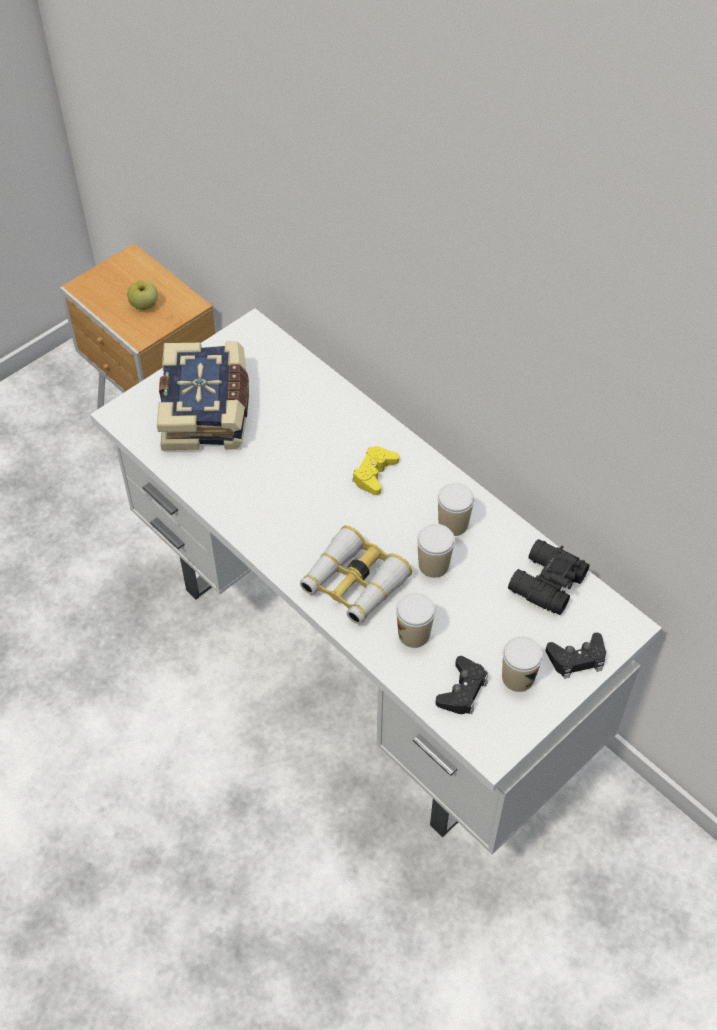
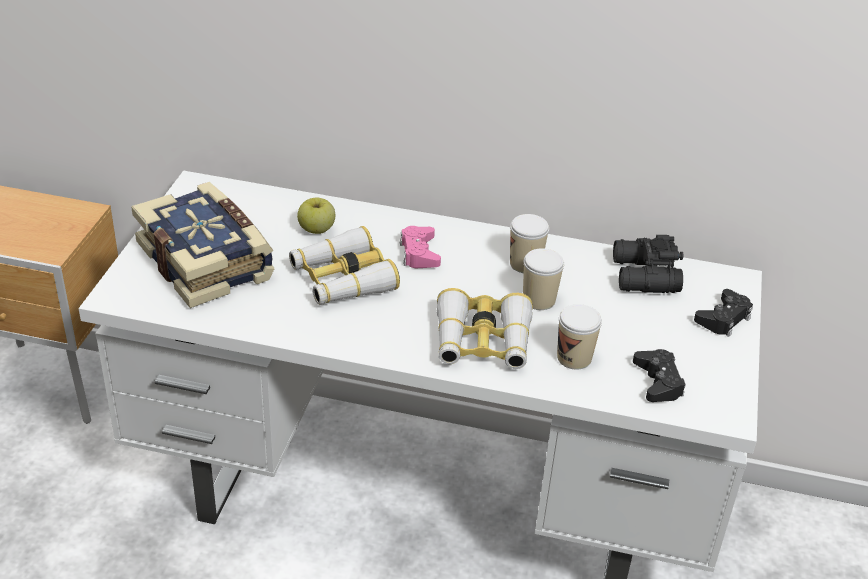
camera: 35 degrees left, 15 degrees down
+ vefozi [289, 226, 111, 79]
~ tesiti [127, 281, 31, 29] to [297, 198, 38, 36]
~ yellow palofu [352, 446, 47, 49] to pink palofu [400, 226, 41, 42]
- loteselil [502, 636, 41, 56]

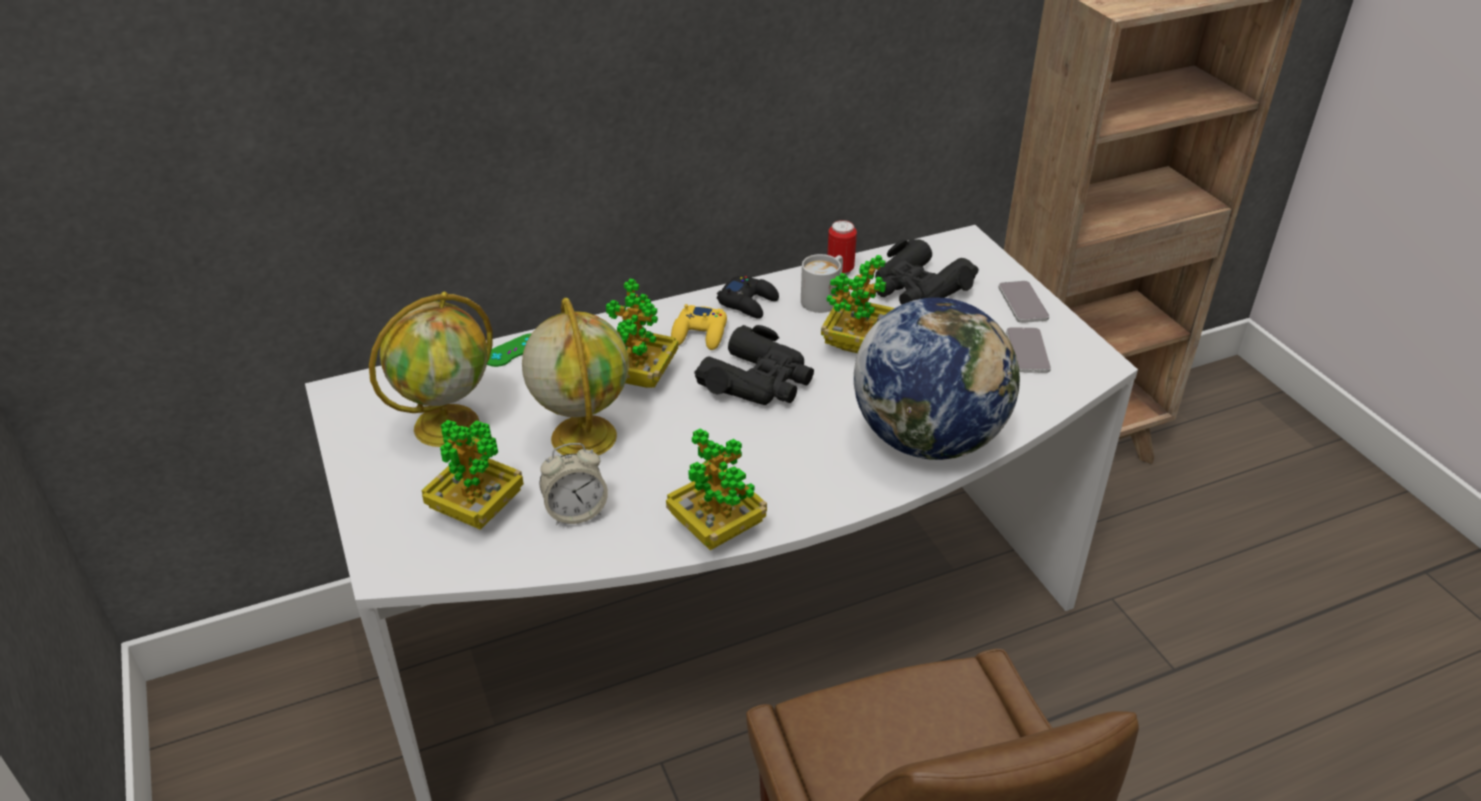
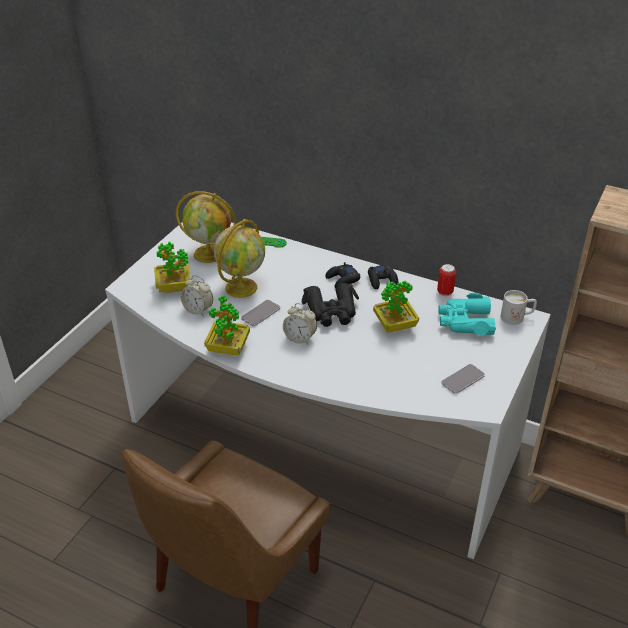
camera: 50 degrees right, 0 degrees up
~ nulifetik [998, 281, 51, 42] to [241, 300, 39, 26]
+ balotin [283, 303, 34, 42]
~ yellow palofu [671, 304, 56, 46] to black palofu [325, 262, 36, 27]
~ black vefozi [875, 239, 104, 66] to turquoise vefozi [438, 293, 58, 43]
~ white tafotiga [801, 254, 42, 59] to [501, 290, 36, 35]
- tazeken [606, 279, 72, 109]
- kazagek [854, 297, 166, 163]

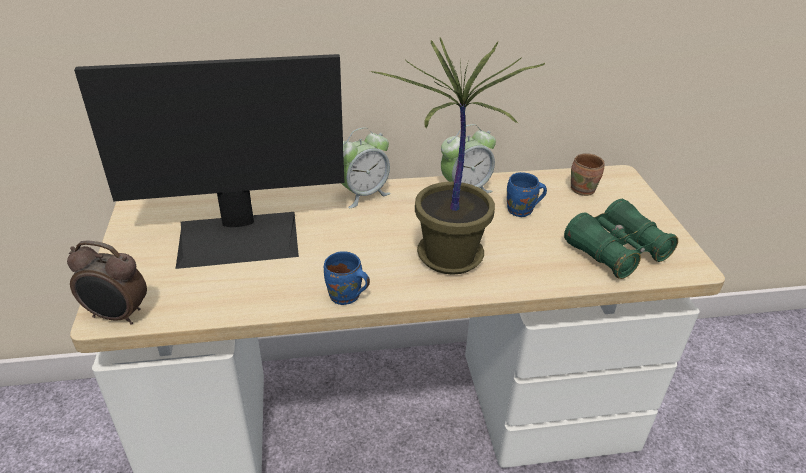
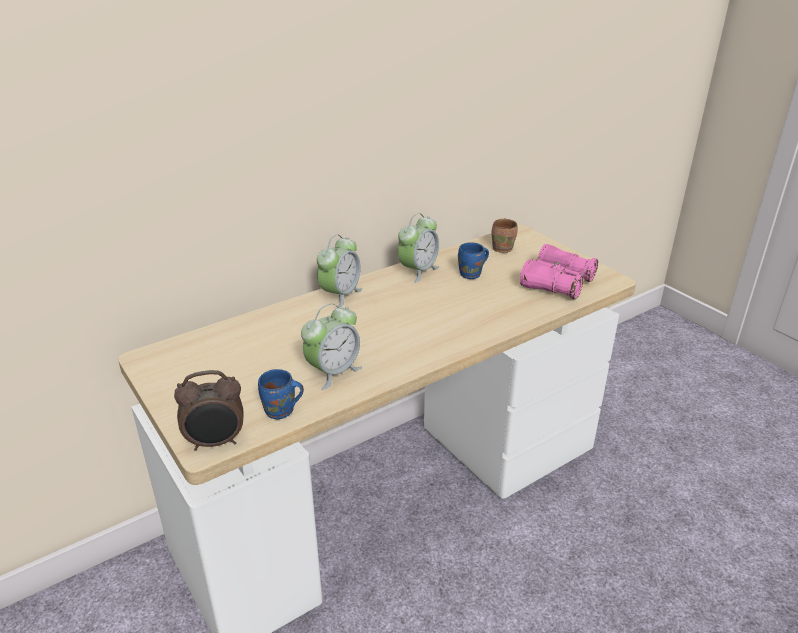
camera: 25 degrees left, 5 degrees down
~ blue tafotiga [324, 251, 46, 54] to [258, 369, 46, 50]
+ balotin [301, 303, 61, 87]
~ green vefozi [564, 199, 114, 80] to pink vefozi [520, 244, 78, 55]
- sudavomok [74, 54, 271, 215]
- tazeken [370, 37, 175, 238]

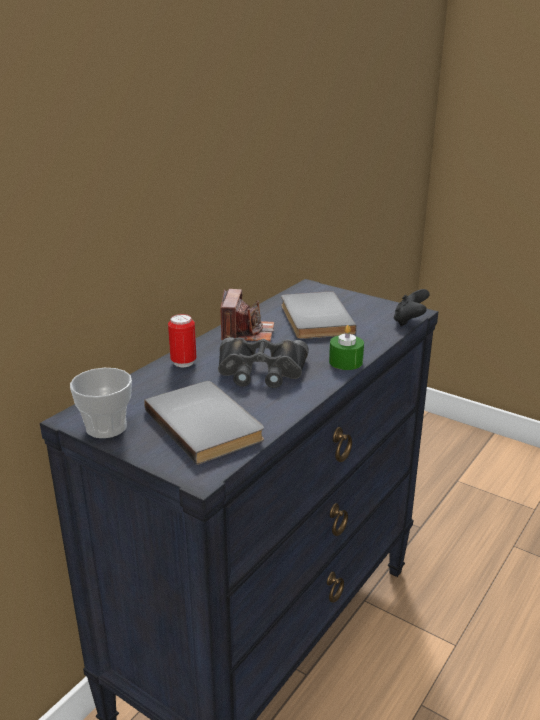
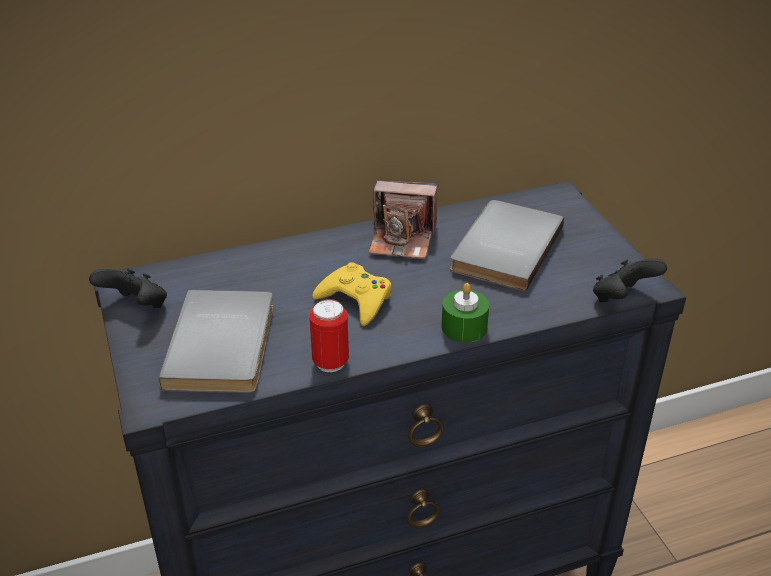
camera: 35 degrees right, 10 degrees up
~ loteselil [70, 368, 62, 70] to black palofu [89, 269, 78, 39]
~ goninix [168, 314, 28, 53] to [309, 299, 40, 73]
~ black vefozi [218, 337, 91, 51] to yellow palofu [312, 262, 79, 64]
~ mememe [221, 289, 53, 52] = [368, 181, 69, 78] 60 degrees clockwise

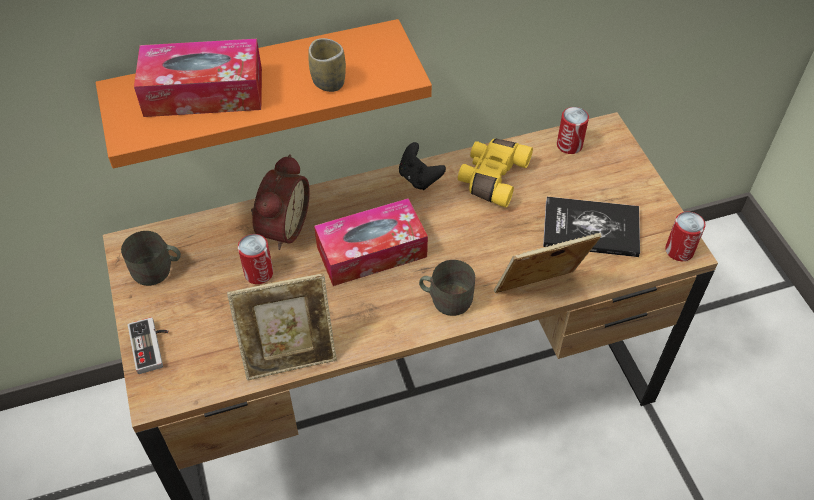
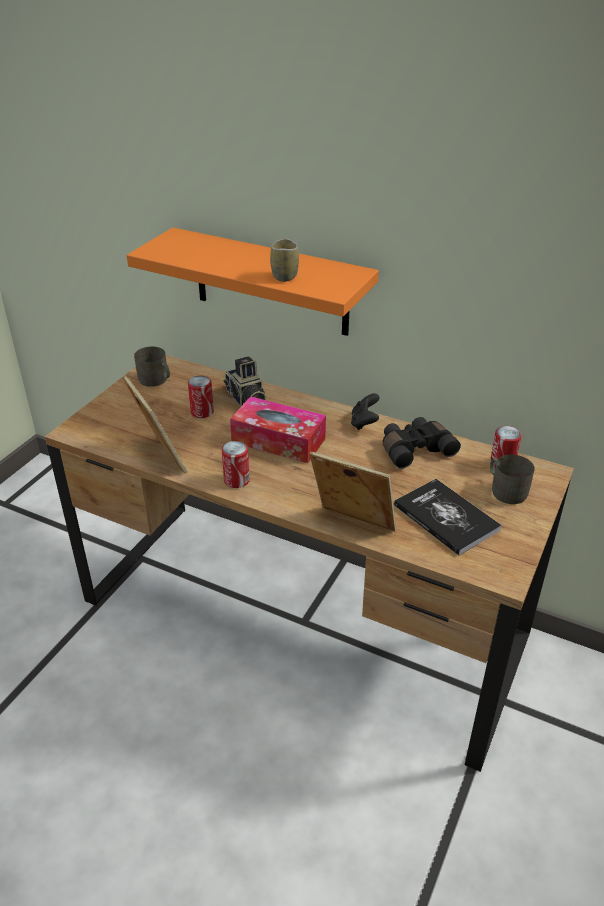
camera: 45 degrees right, 15 degrees down
~ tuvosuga [227, 273, 110, 107] = [123, 376, 64, 98] 150 degrees counterclockwise
~ goninix [665, 211, 40, 50] to [222, 441, 28, 47]
~ balotin [251, 154, 59, 96] to mememe [224, 356, 43, 50]
~ yellow vefozi [458, 139, 75, 69] to black vefozi [383, 417, 78, 52]
~ grey tafotiga [419, 260, 56, 56] to [490, 455, 45, 49]
- palofu [128, 317, 40, 57]
- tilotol [134, 39, 128, 78]

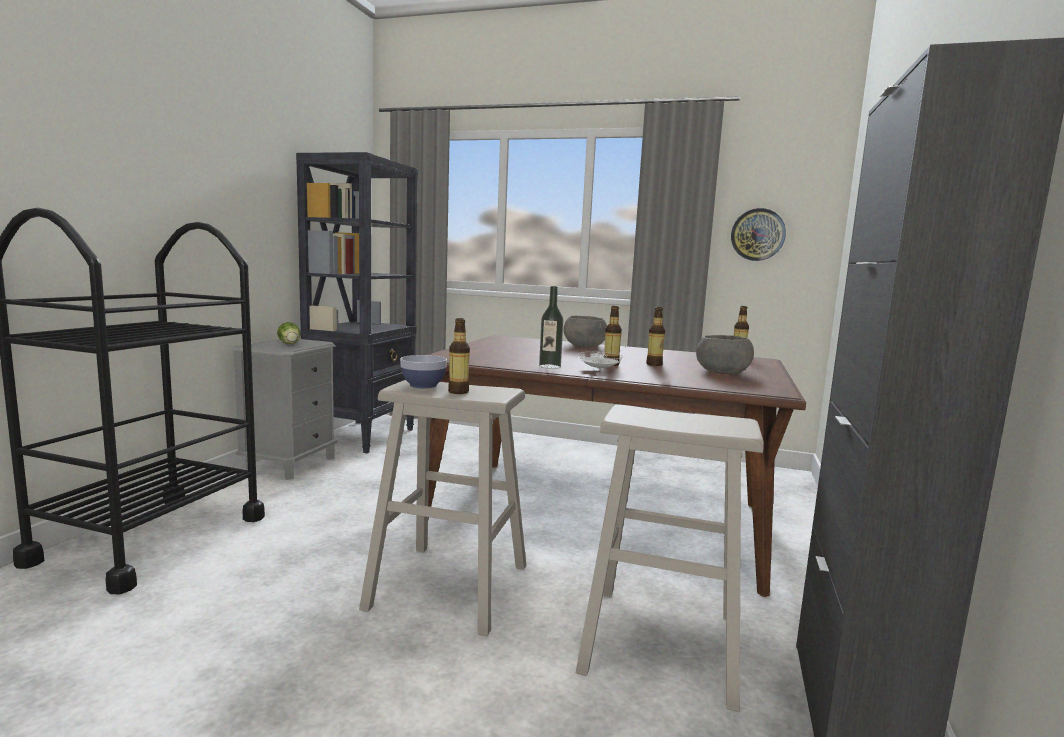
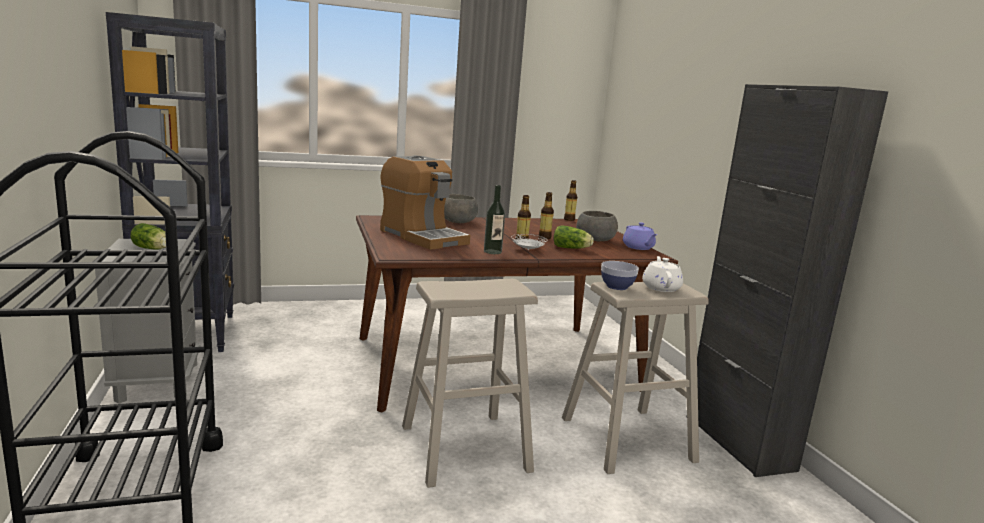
camera: 35 degrees left, 5 degrees up
+ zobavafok [380, 155, 90, 95]
+ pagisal [554, 225, 40, 24]
~ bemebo [400, 355, 47, 33] to [601, 261, 38, 29]
+ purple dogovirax [623, 222, 34, 28]
+ white dogovirax [642, 256, 41, 36]
- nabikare [448, 318, 22, 76]
- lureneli [731, 208, 55, 53]

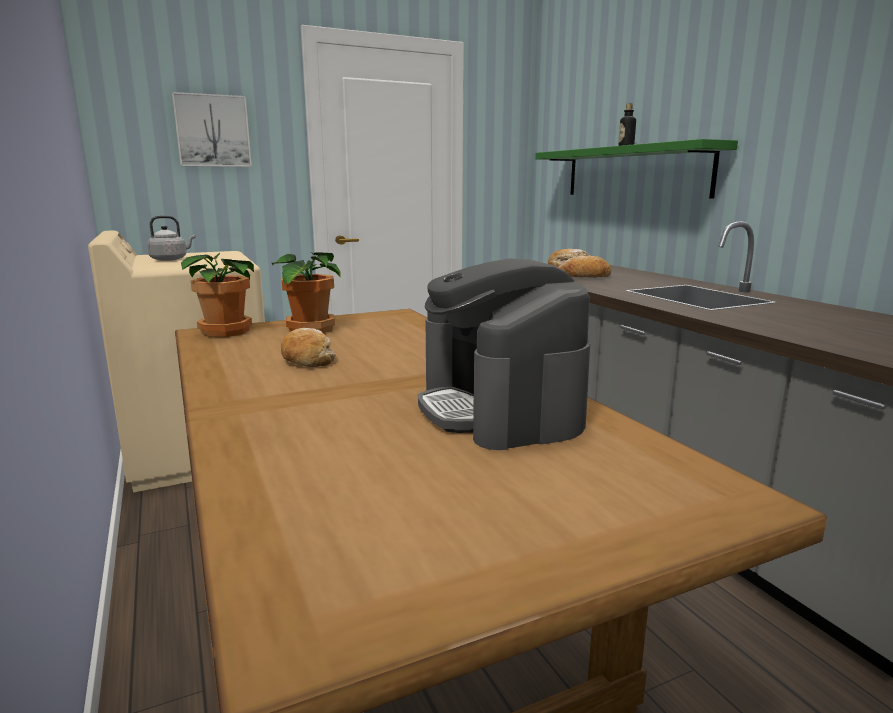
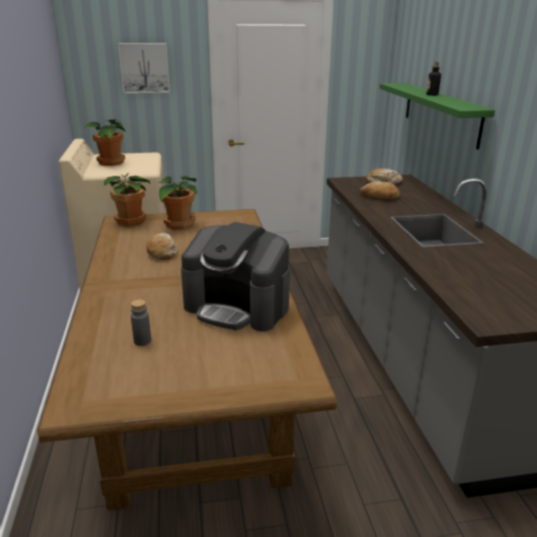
camera: 15 degrees right, 10 degrees up
~ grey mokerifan [147, 215, 49, 46] to tazeken [85, 119, 40, 47]
+ grey nabikare [131, 299, 20, 47]
~ zobavafok [418, 258, 172, 192] = [181, 222, 109, 109] 60 degrees counterclockwise

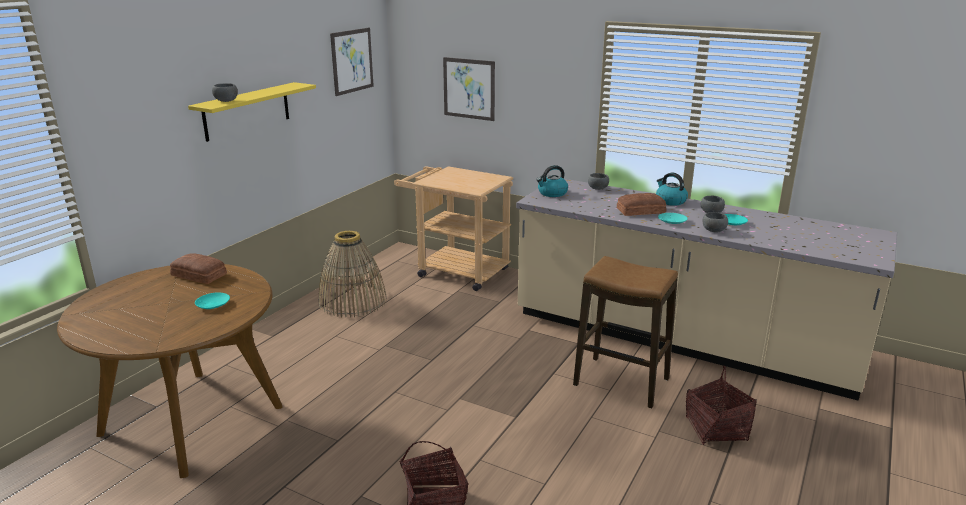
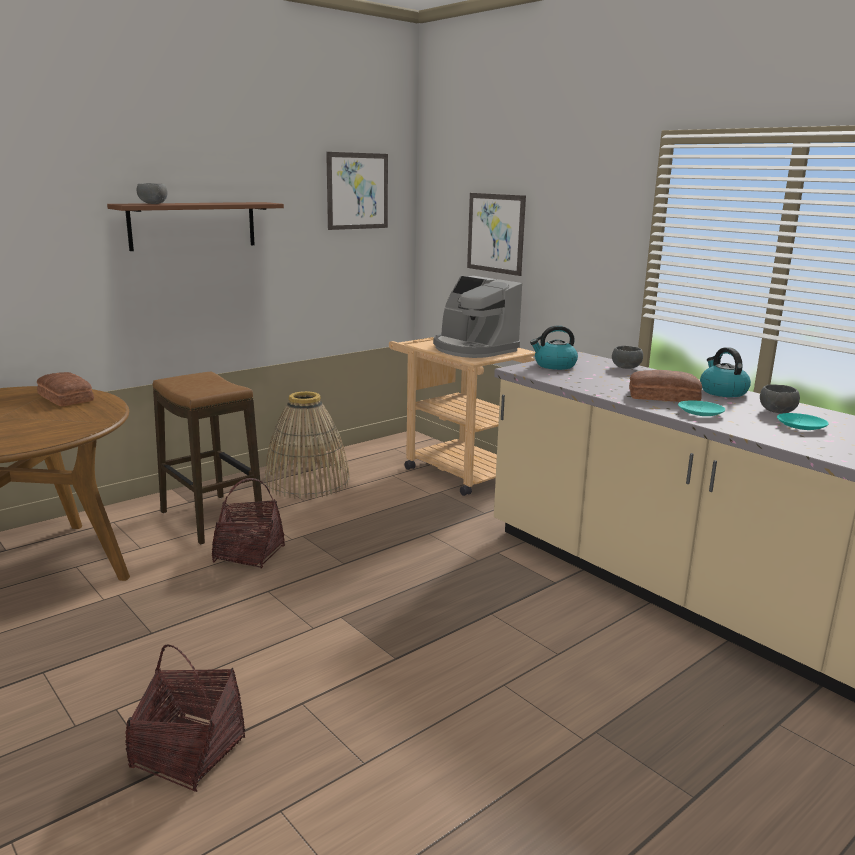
camera: 20 degrees right, 5 degrees down
~ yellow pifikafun [188, 82, 128, 60] to brown pifikafun [107, 202, 177, 49]
~ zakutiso [573, 256, 105, 152] to [153, 372, 110, 173]
~ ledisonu [686, 365, 71, 80] to [212, 478, 73, 91]
+ zobavafok [433, 276, 89, 82]
- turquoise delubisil [195, 292, 35, 17]
- grey bemebo [702, 212, 26, 20]

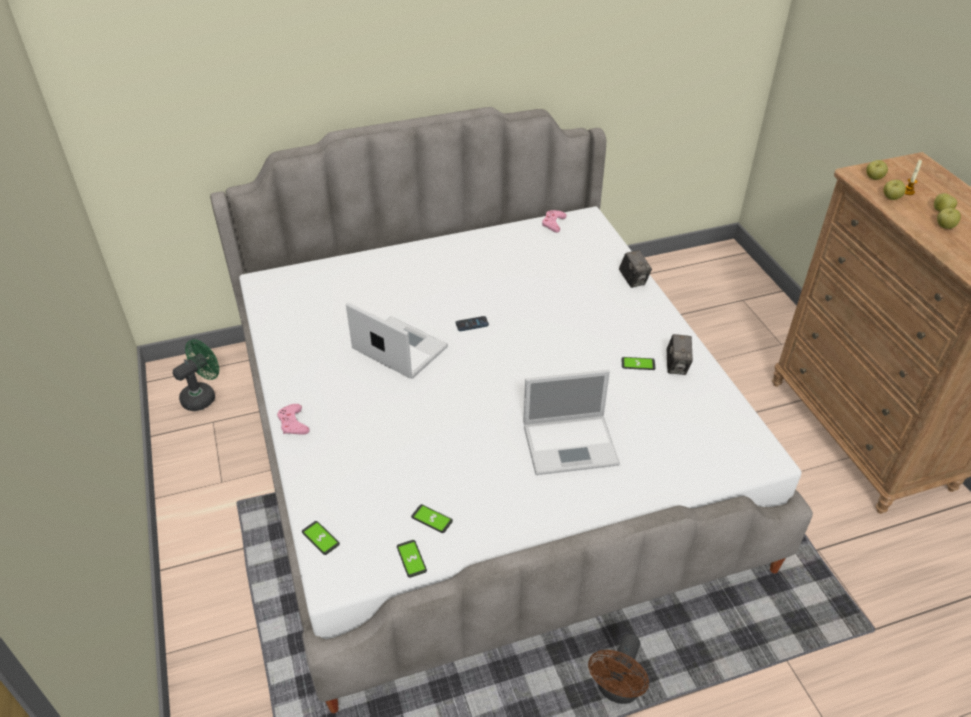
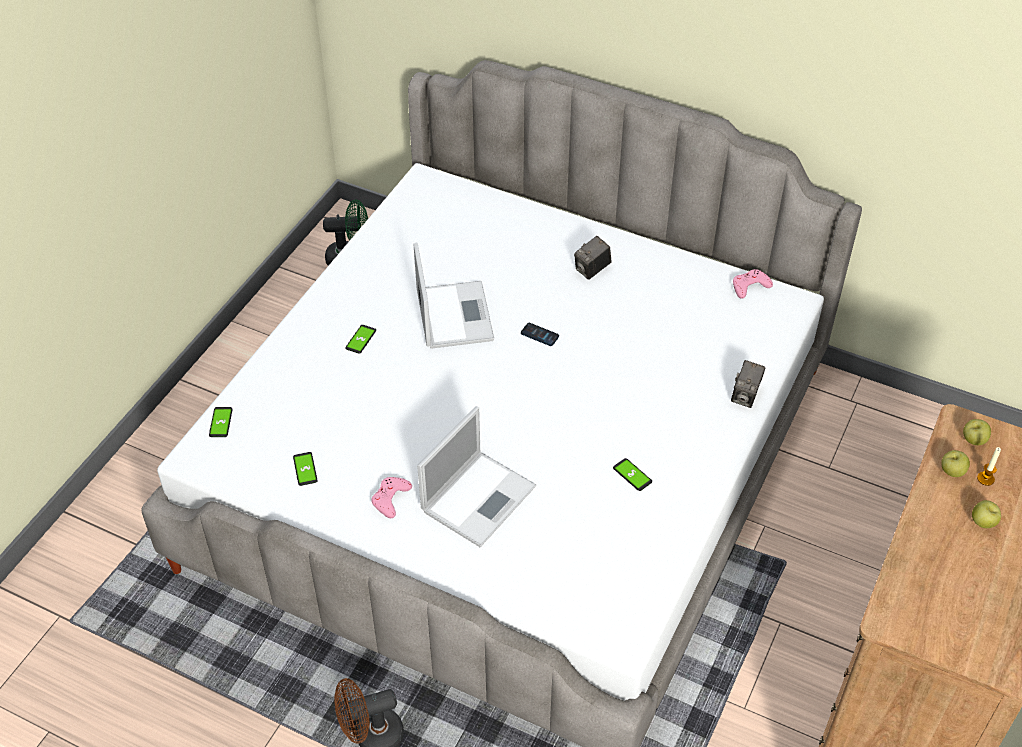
camera: 45 degrees right, 5 degrees up
~ nulifetik [397, 540, 30, 38] to [345, 325, 31, 29]
~ pink palofu [277, 404, 33, 31] to [371, 477, 41, 41]
~ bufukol [523, 370, 97, 105] = [417, 406, 119, 141] 90 degrees counterclockwise
~ mememe [666, 334, 27, 41] to [574, 236, 38, 44]
- tesiti [937, 208, 24, 21]

